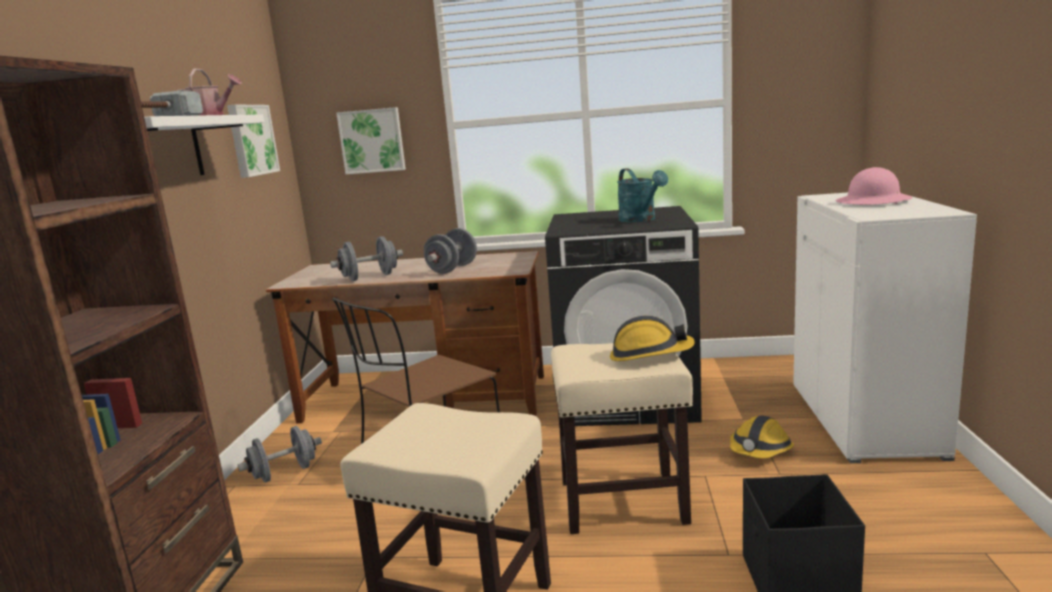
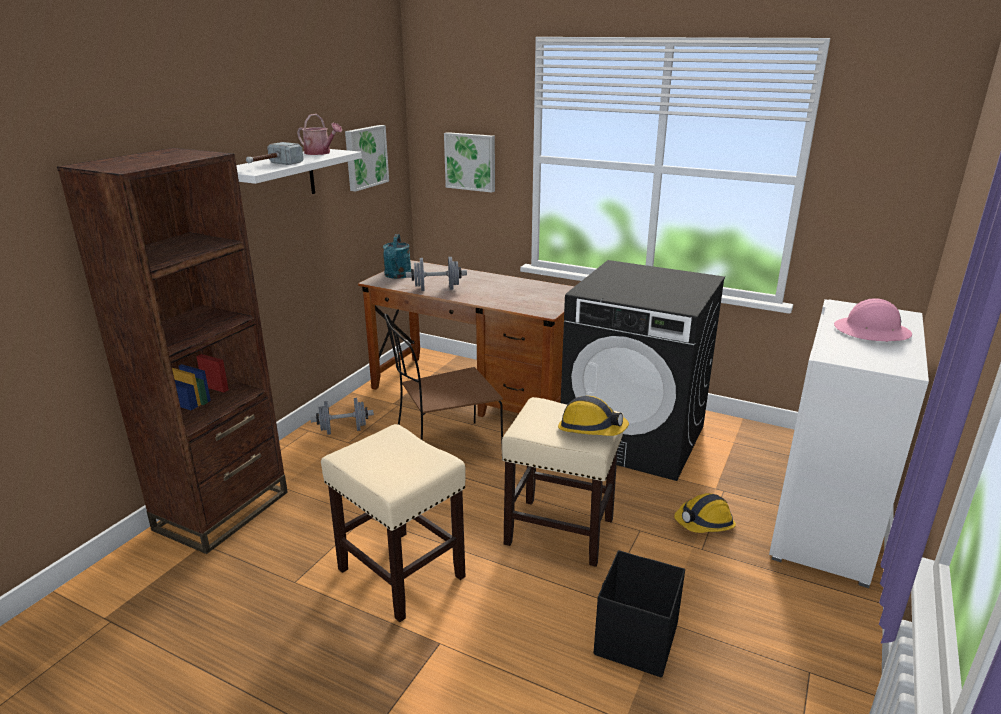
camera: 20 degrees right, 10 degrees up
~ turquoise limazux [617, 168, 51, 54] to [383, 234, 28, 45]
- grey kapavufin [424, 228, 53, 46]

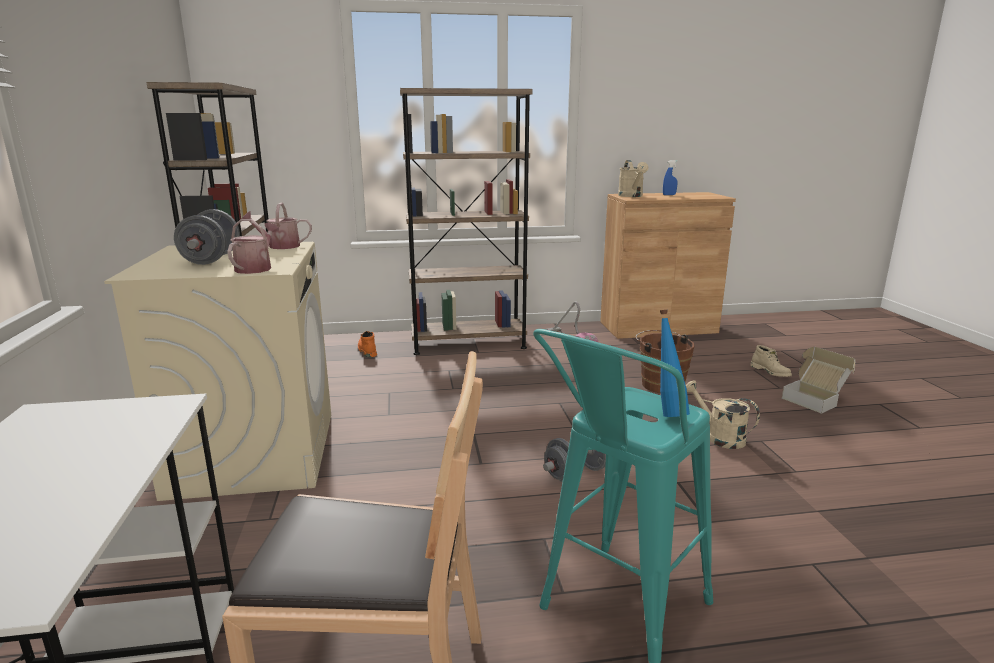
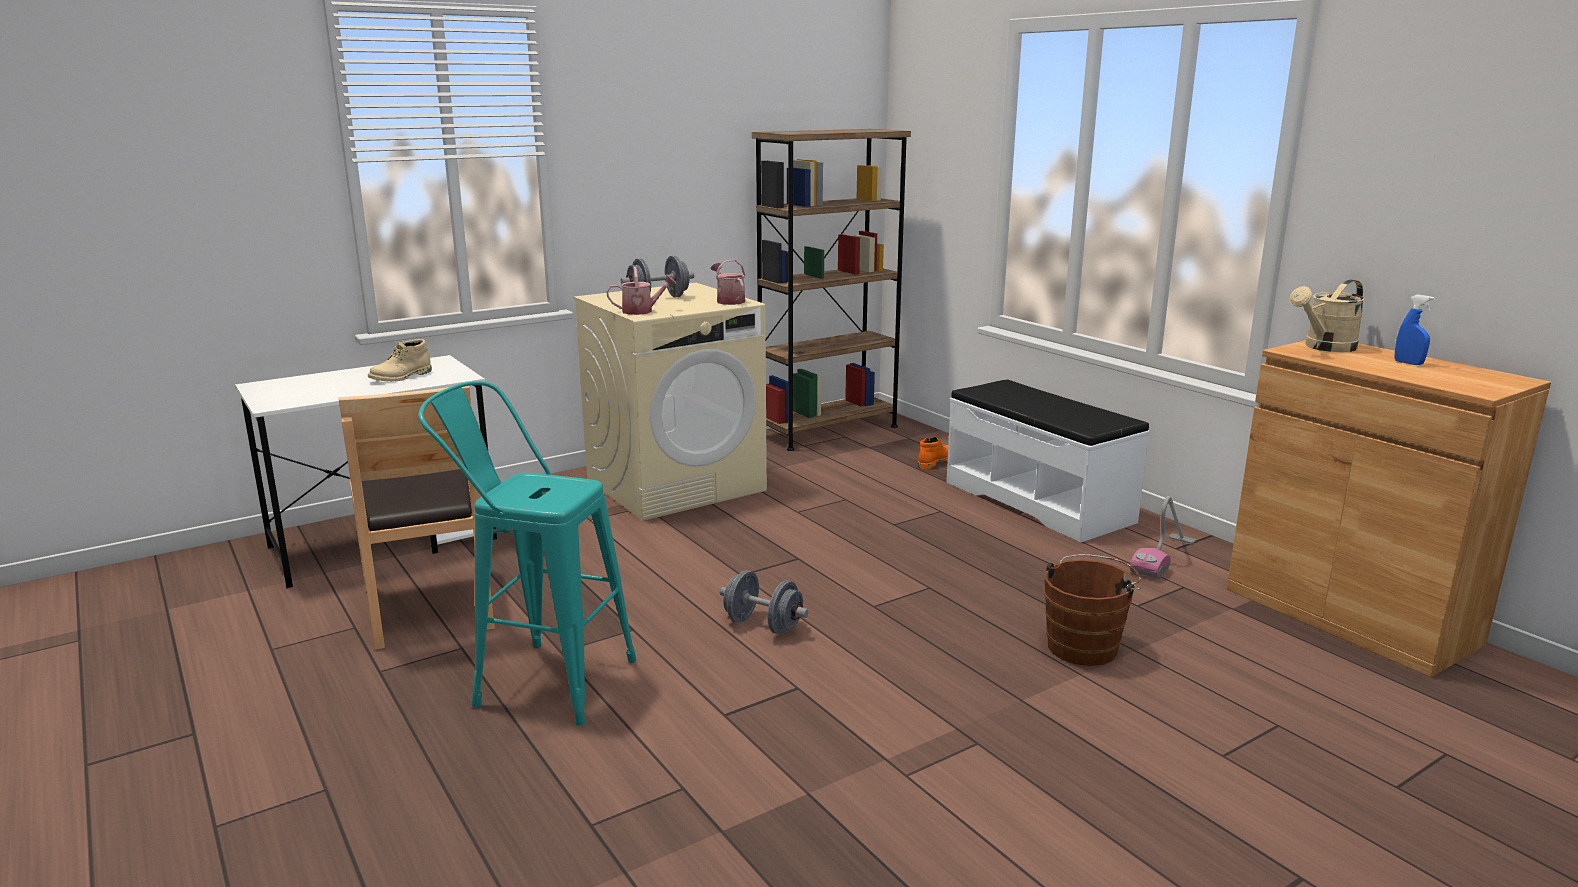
camera: 65 degrees right, 0 degrees up
~ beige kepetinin [750, 345, 42, 32] to [368, 339, 64, 43]
~ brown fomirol [400, 88, 133, 267] to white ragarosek [946, 379, 203, 164]
- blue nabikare [660, 310, 30, 107]
- beige limazux [686, 380, 74, 69]
- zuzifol [782, 347, 73, 67]

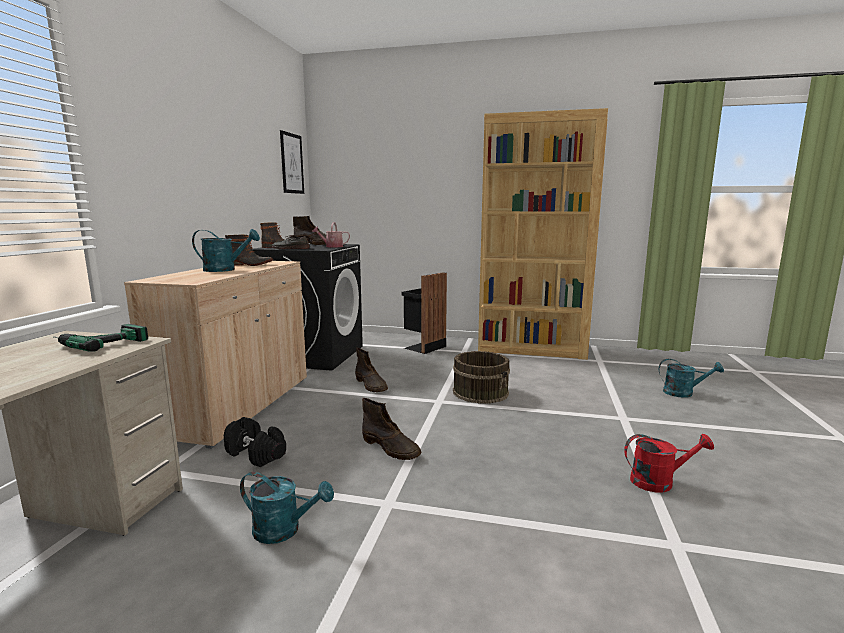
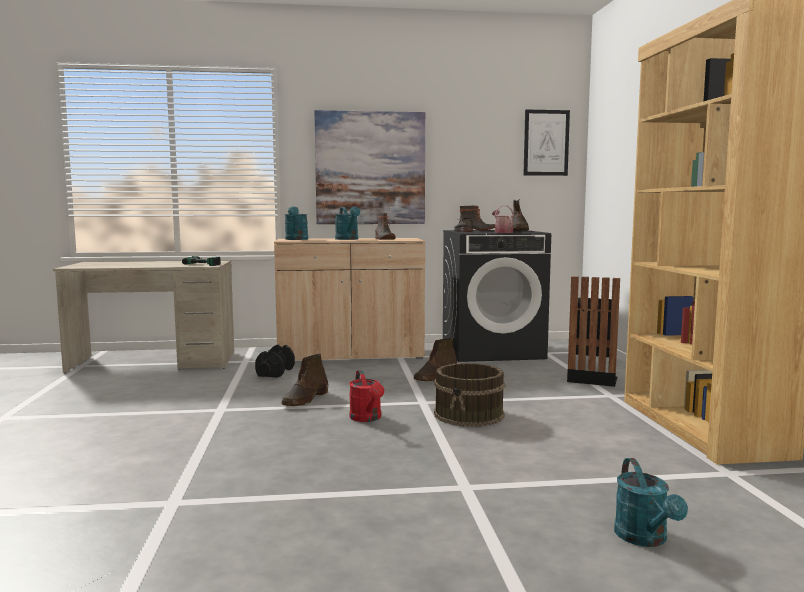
camera: 70 degrees right, 5 degrees down
~ turquoise limazux [240, 472, 94, 72] to [285, 206, 23, 34]
+ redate [314, 110, 111, 114]
~ red limazux [624, 434, 90, 59] to [349, 370, 35, 52]

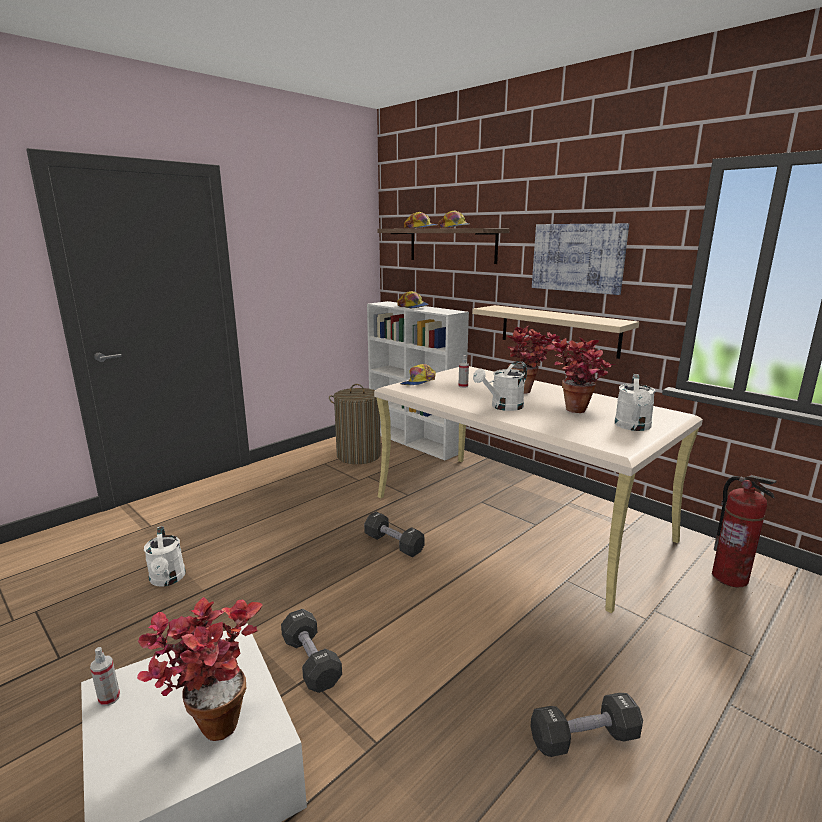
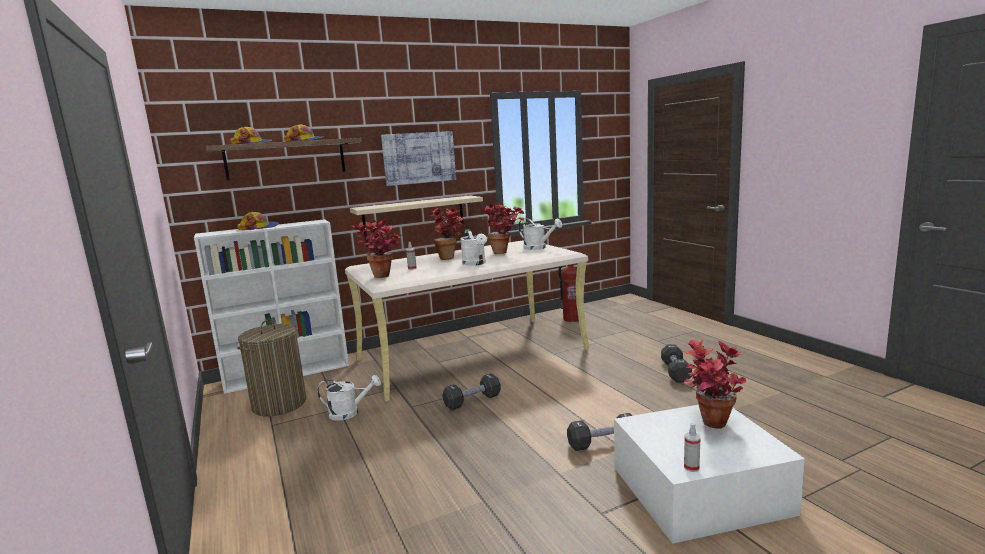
camera: 70 degrees left, 5 degrees down
~ white limazux [144, 526, 41, 60] to [317, 375, 64, 46]
~ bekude [400, 364, 36, 21] to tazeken [352, 219, 52, 59]

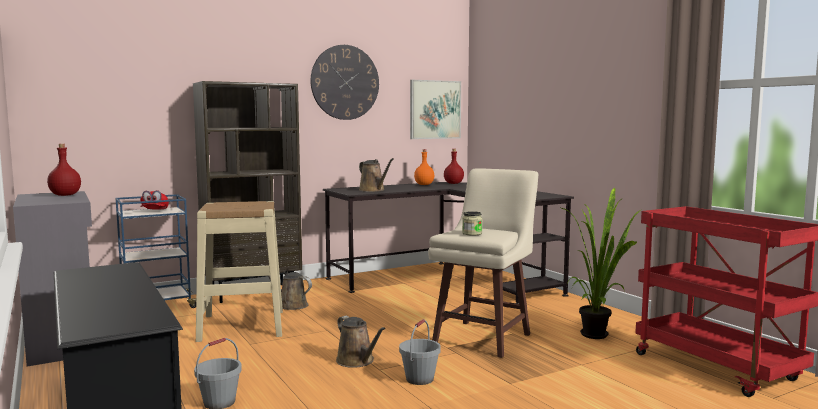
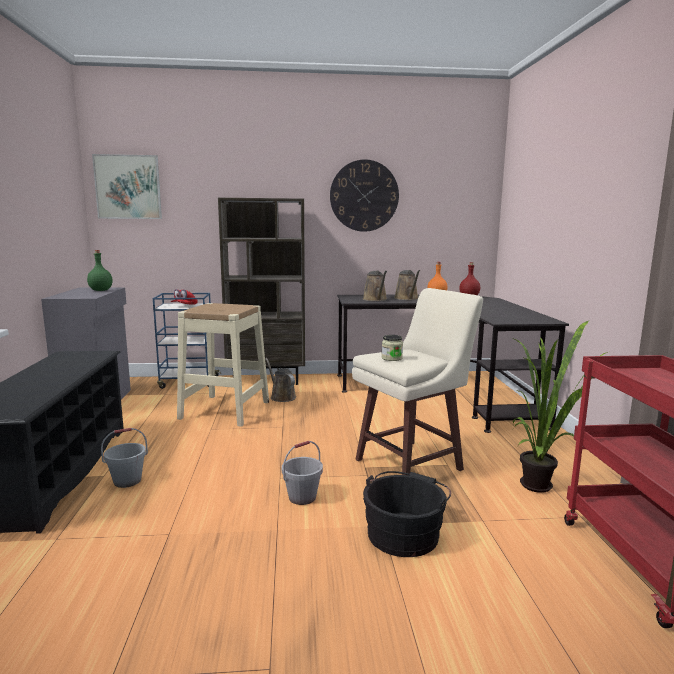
camera: 25 degrees right, 5 degrees up
~ red nabikare [47, 144, 34, 52] to green nabikare [87, 250, 26, 41]
~ redate [410, 80, 51, 59] to [92, 154, 70, 65]
+ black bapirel [363, 471, 88, 86]
~ brown limazux [336, 316, 50, 52] to [394, 270, 26, 30]

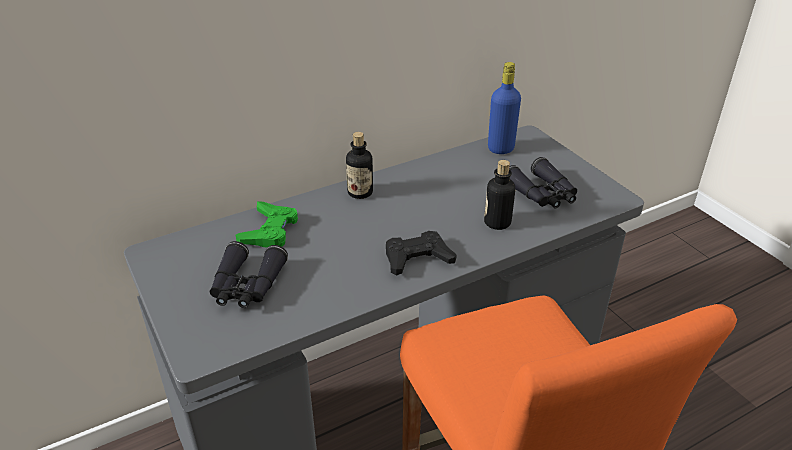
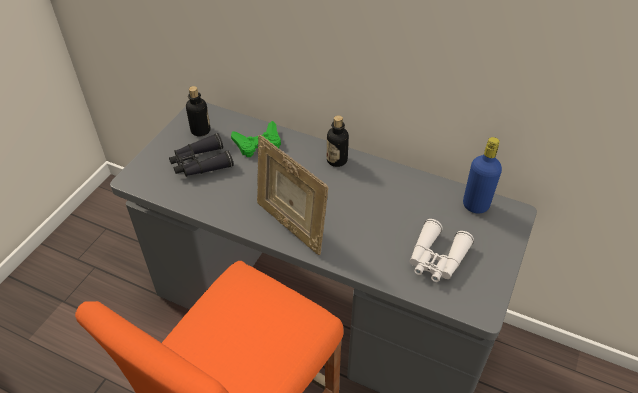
camera: 55 degrees right, 10 degrees up
~ nabikare [484, 160, 31, 70] to [186, 86, 25, 50]
~ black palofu [386, 231, 71, 45] to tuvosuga [257, 135, 72, 120]
~ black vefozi [509, 157, 68, 51] to white vefozi [410, 219, 64, 63]

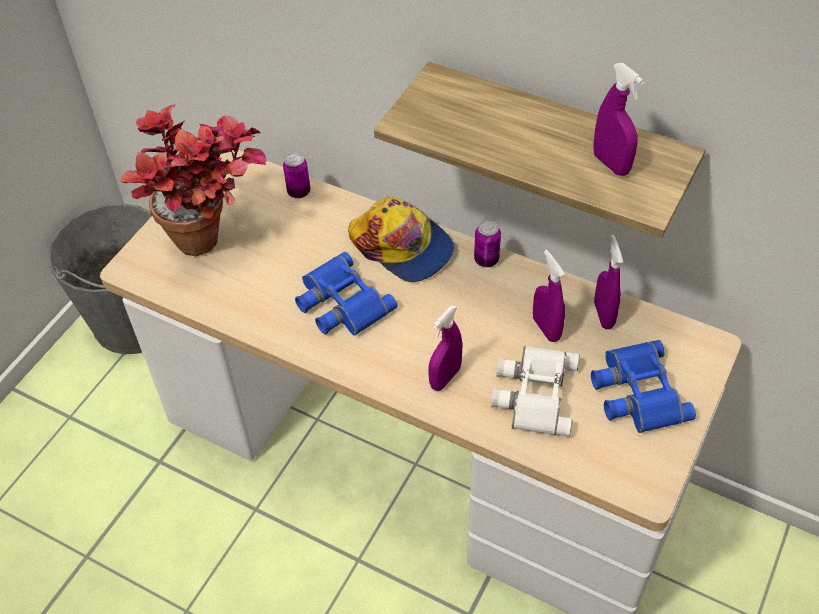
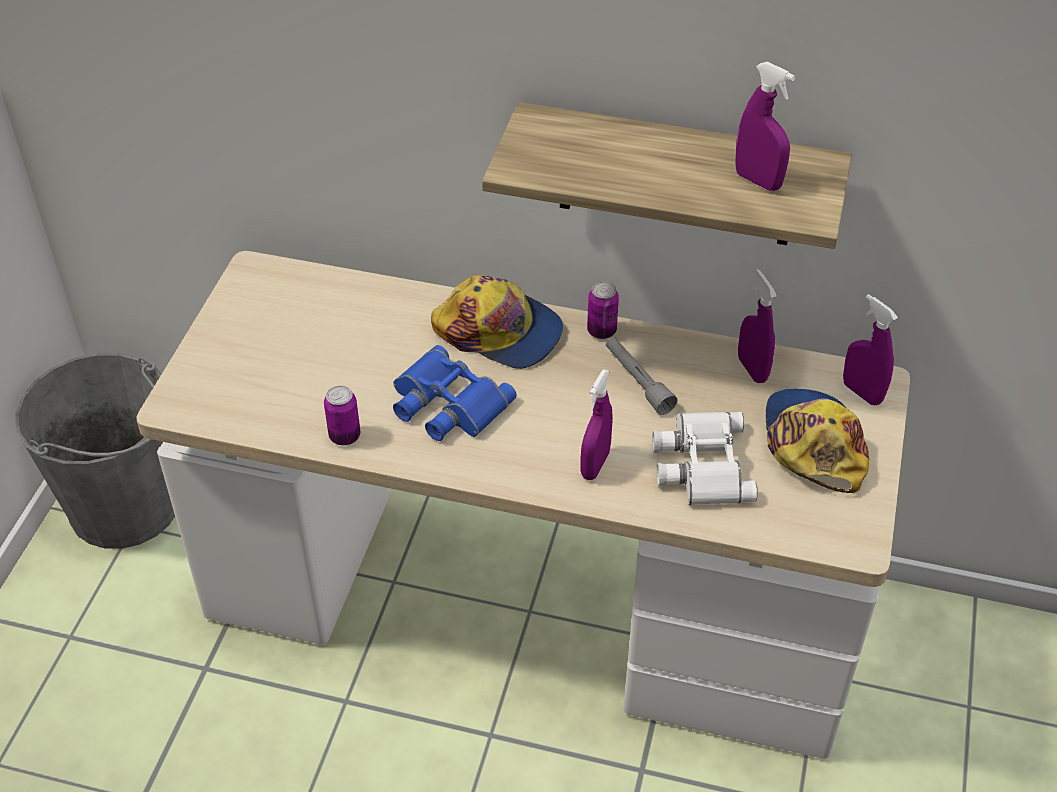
camera: 15 degrees left, 5 degrees down
~ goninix [283, 153, 28, 45] to [324, 386, 36, 59]
+ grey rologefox [606, 337, 72, 78]
~ blue vefozi [591, 340, 105, 93] to bekude [766, 389, 103, 104]
~ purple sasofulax [533, 250, 32, 92] to [843, 294, 55, 111]
- tazeken [121, 104, 146, 152]

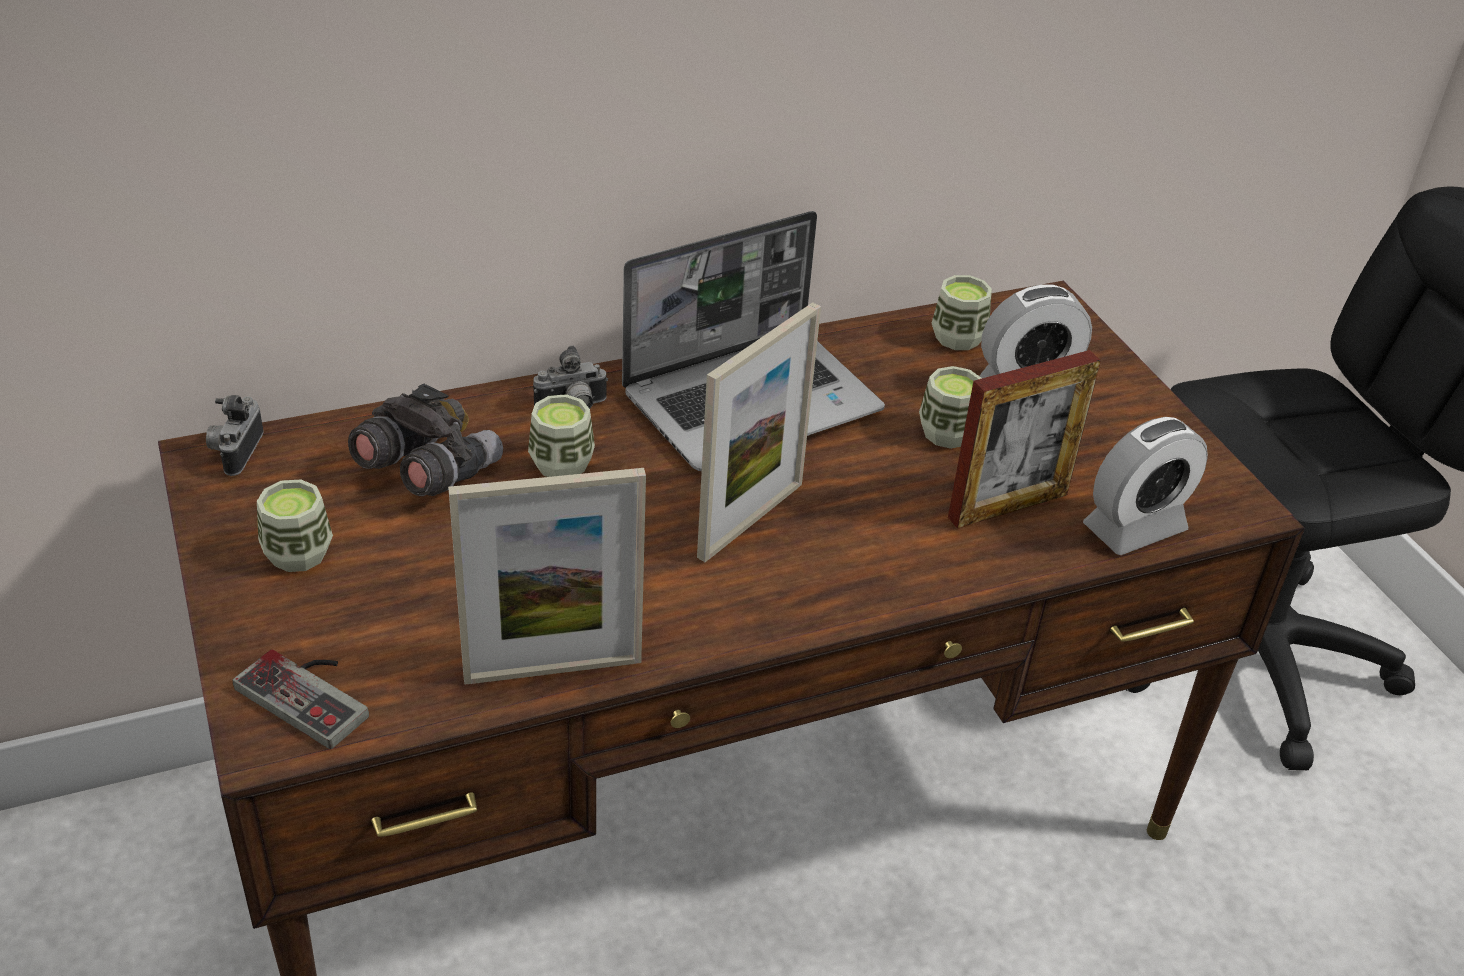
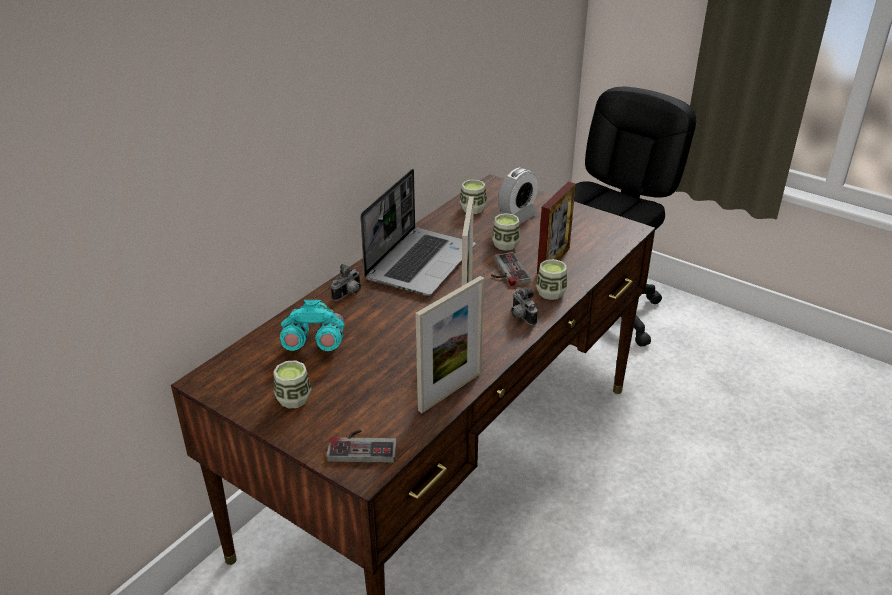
camera: 30 degrees left, 5 degrees down
~ grey vefozi [348, 384, 155, 112] to turquoise vefozi [280, 300, 64, 51]
+ palofu [491, 252, 40, 34]
~ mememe [206, 395, 58, 81] to [511, 287, 26, 38]
~ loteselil [528, 394, 67, 83] to [536, 259, 31, 41]
- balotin [1083, 417, 125, 138]

